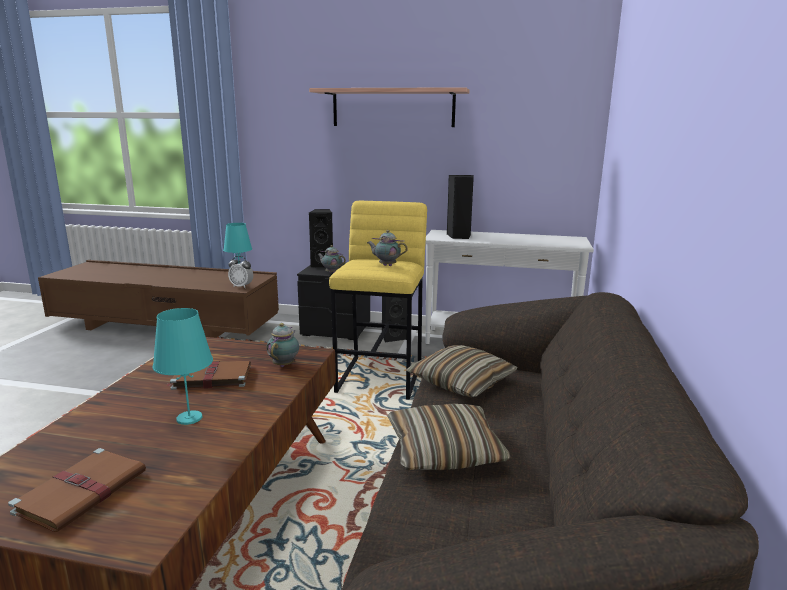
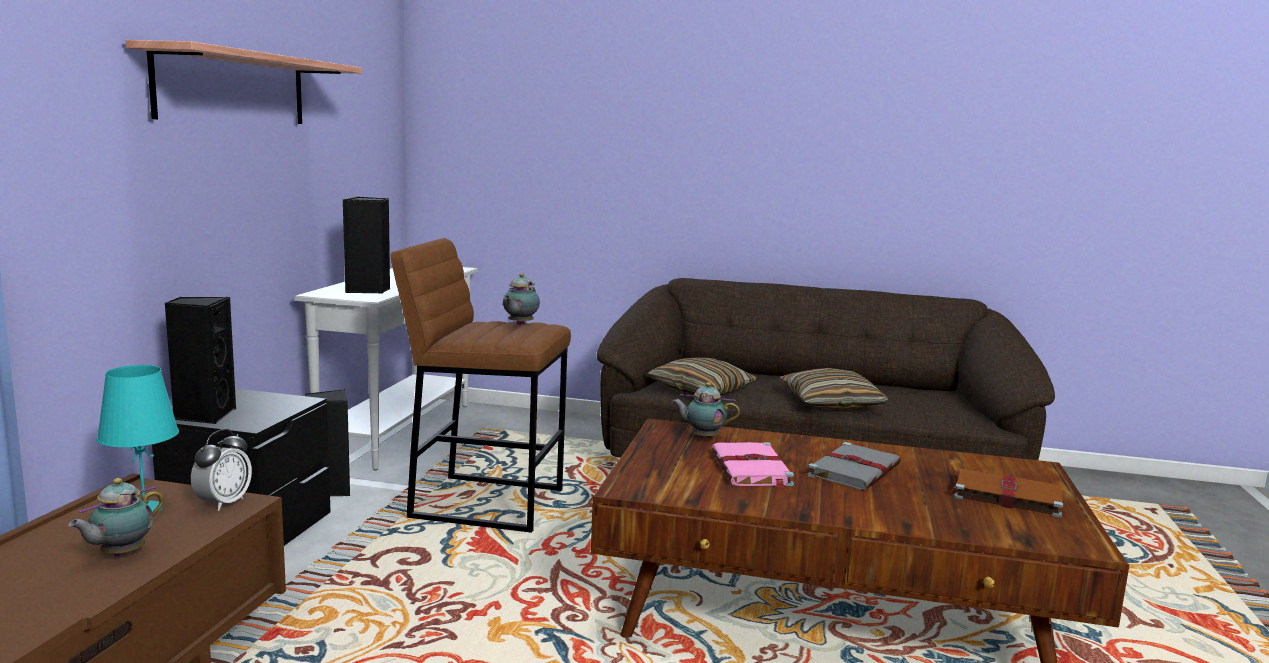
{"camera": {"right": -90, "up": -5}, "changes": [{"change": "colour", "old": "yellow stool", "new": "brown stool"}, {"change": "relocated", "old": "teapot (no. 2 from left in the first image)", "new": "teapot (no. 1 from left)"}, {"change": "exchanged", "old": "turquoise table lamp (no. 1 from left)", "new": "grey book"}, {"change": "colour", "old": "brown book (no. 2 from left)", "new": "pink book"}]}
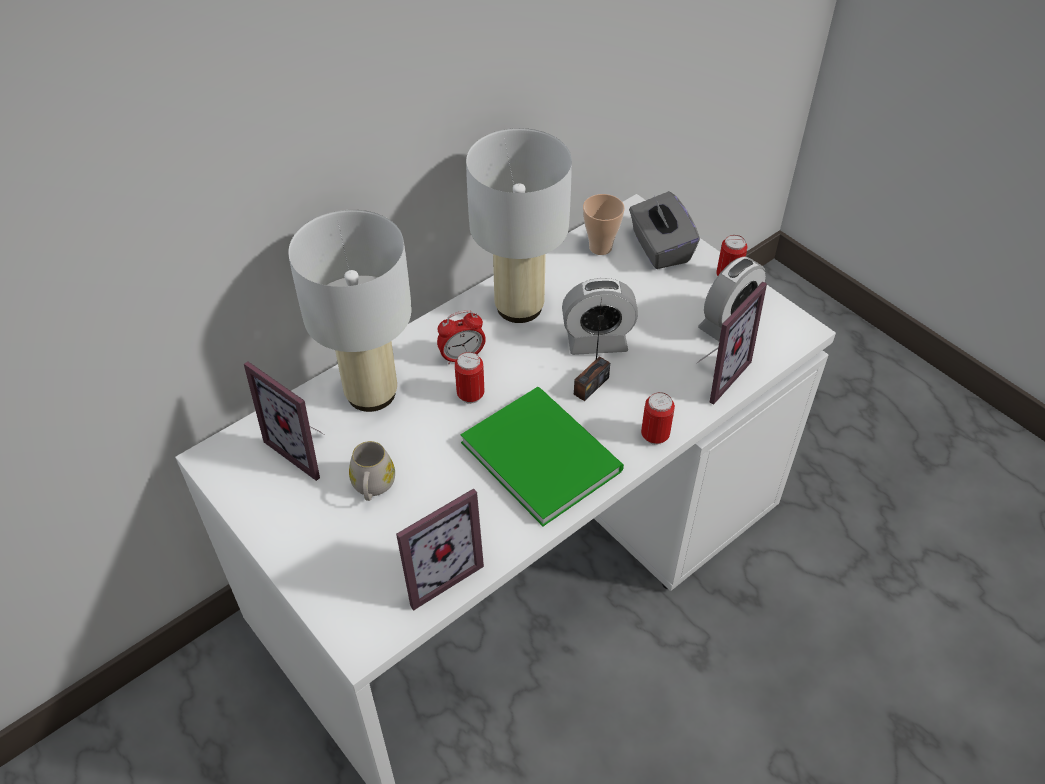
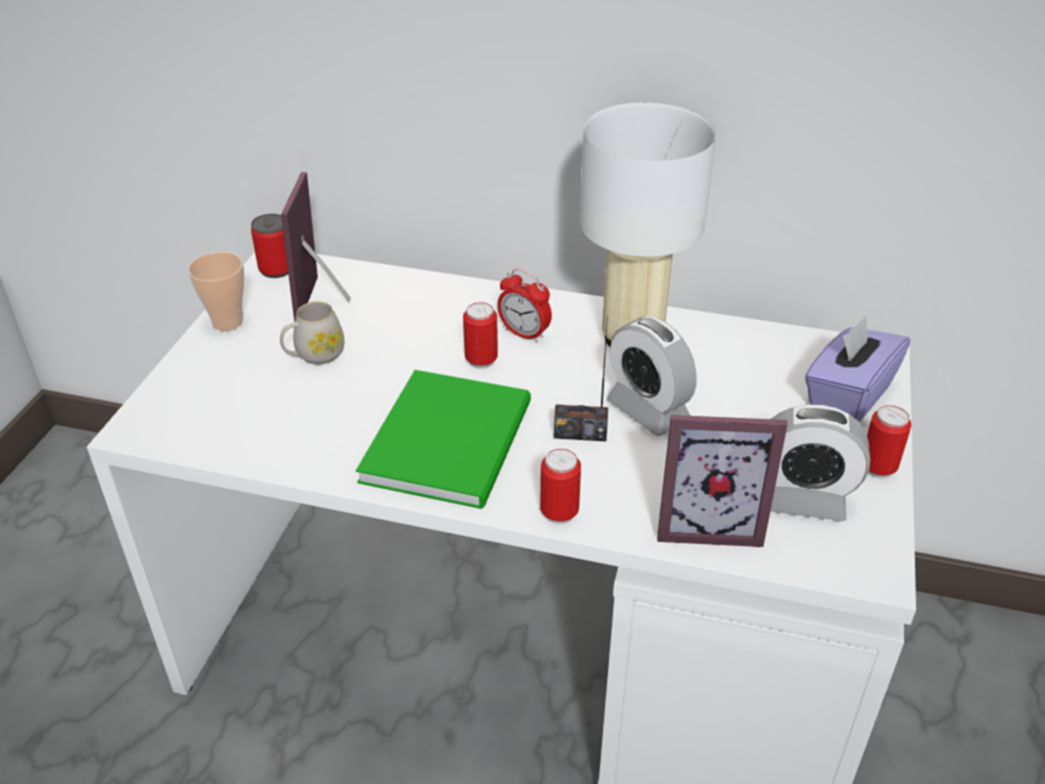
{"camera": {"right": 55, "up": -10}, "changes": [{"change": "colour", "old": "grey tissue box", "new": "purple tissue box"}, {"change": "relocated", "old": "cup"}, {"change": "missing", "old": "white table lamp (no. 1 from left)"}, {"change": "missing", "old": "picture frame (no. 2 from left)"}, {"change": "appeared", "new": "can (no. 1 from left)"}]}
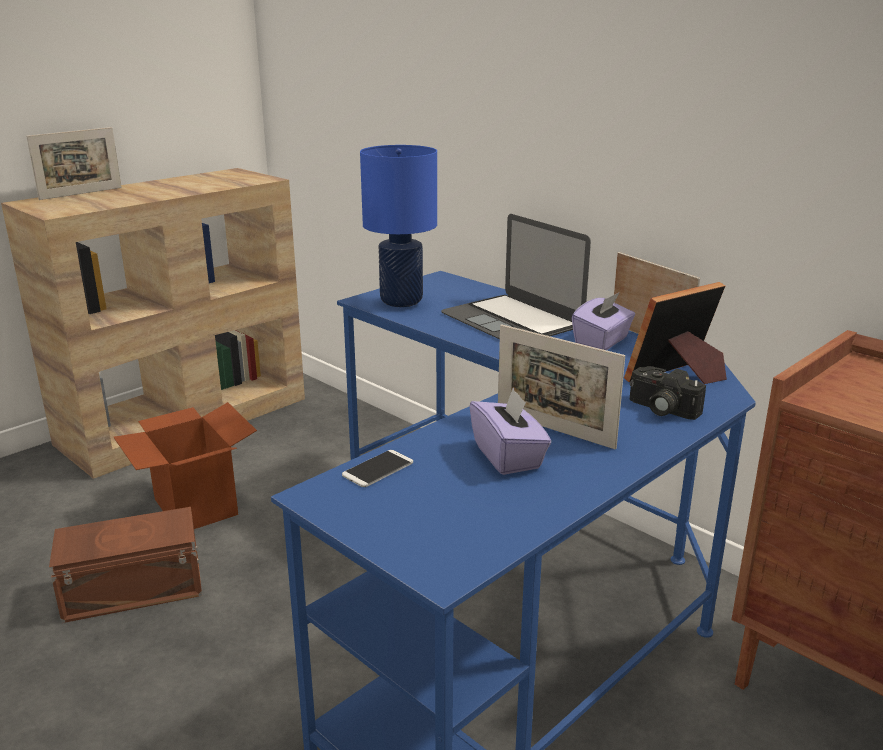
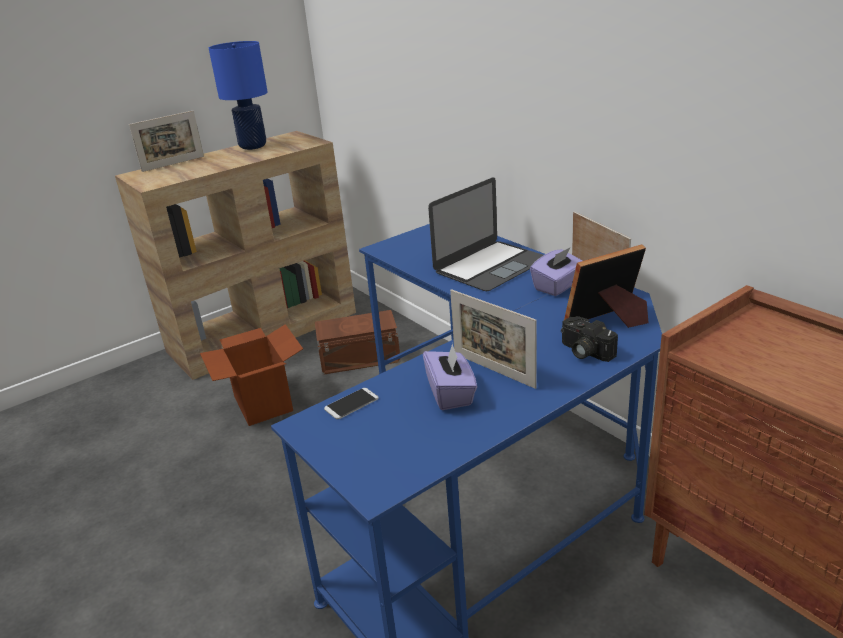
{"camera": {"right": 10, "up": 5}, "changes": [{"change": "relocated", "old": "blue table lamp"}, {"change": "spun", "old": "laptop", "degrees": -105}, {"change": "relocated", "old": "brown storage box"}]}
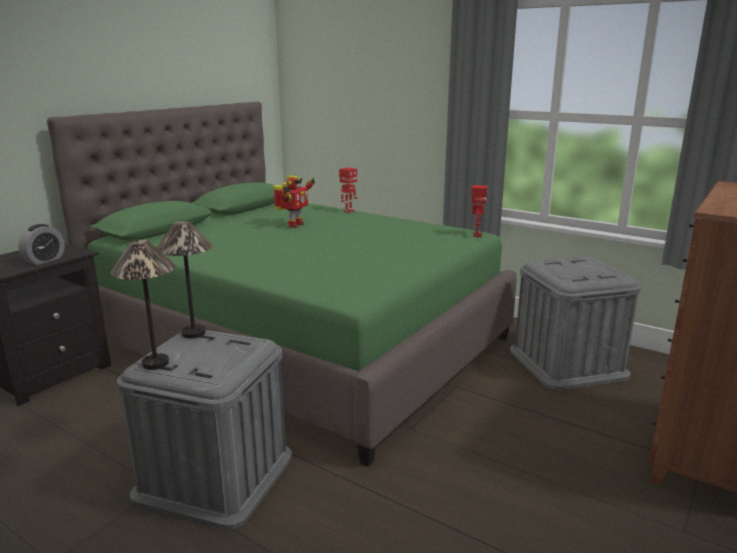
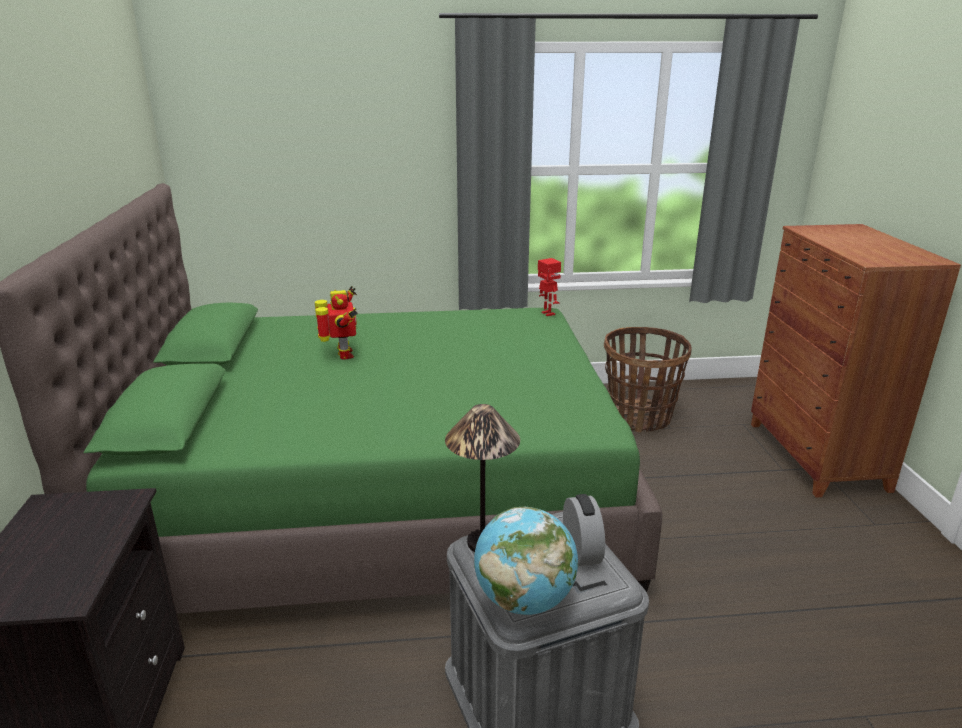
{"camera": {"right": -40, "up": 5}, "changes": [{"change": "missing", "old": "toy robot (no. 2 from left)"}, {"change": "relocated", "old": "alarm clock"}, {"change": "exchanged", "old": "table lamp (no. 1 from left)", "new": "globe"}, {"change": "exchanged", "old": "grey storage box (no. 2 from left)", "new": "basket"}]}
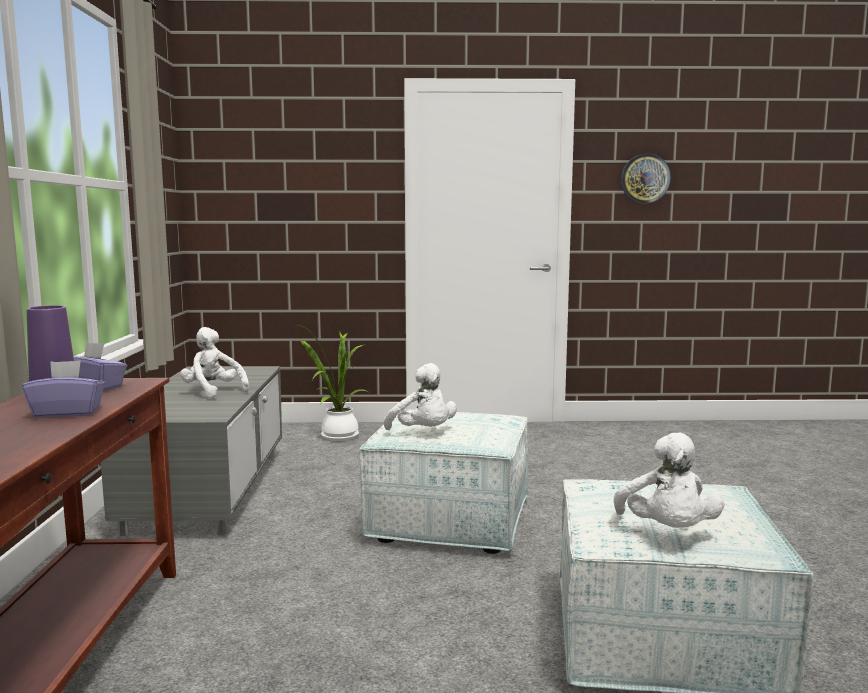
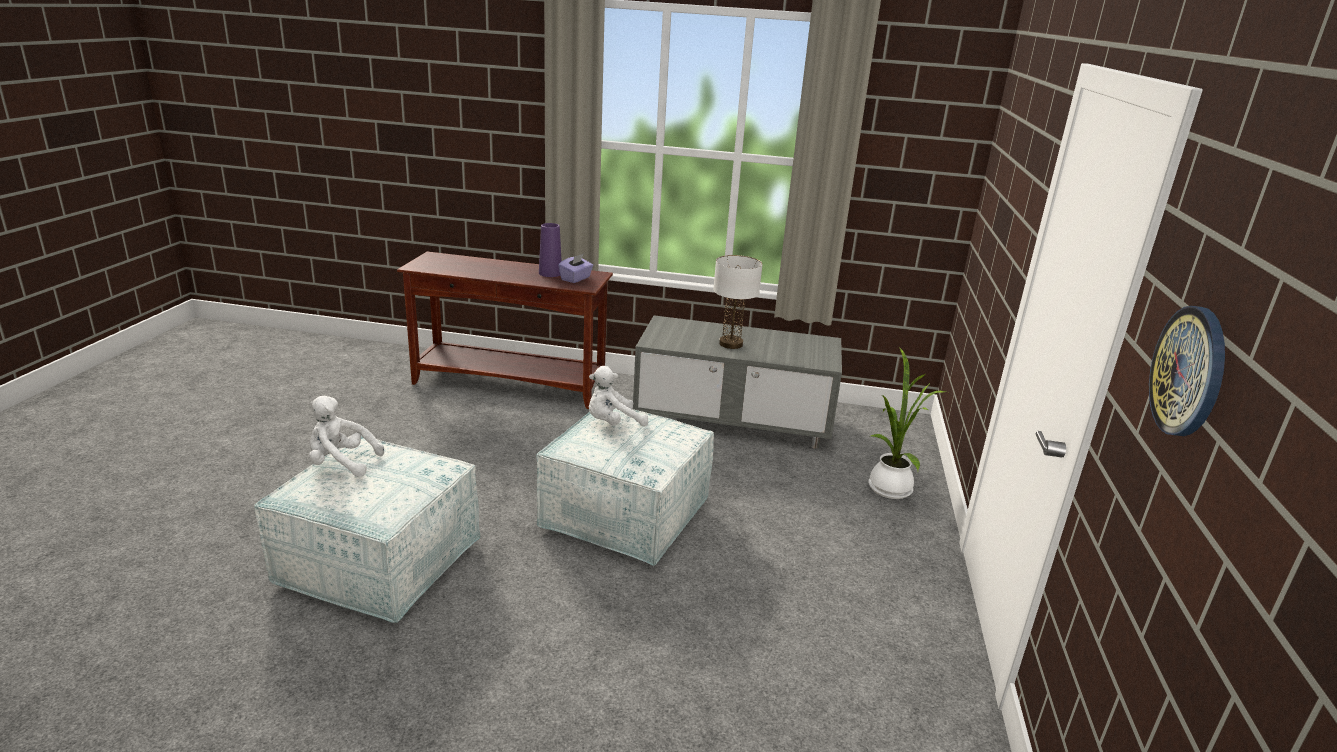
{"camera": {"right": 100, "up": 15}, "changes": [{"change": "exchanged", "old": "white plush toy (no. 1 from left)", "new": "table lamp"}, {"change": "missing", "old": "purple tissue box (no. 1 from left)"}]}
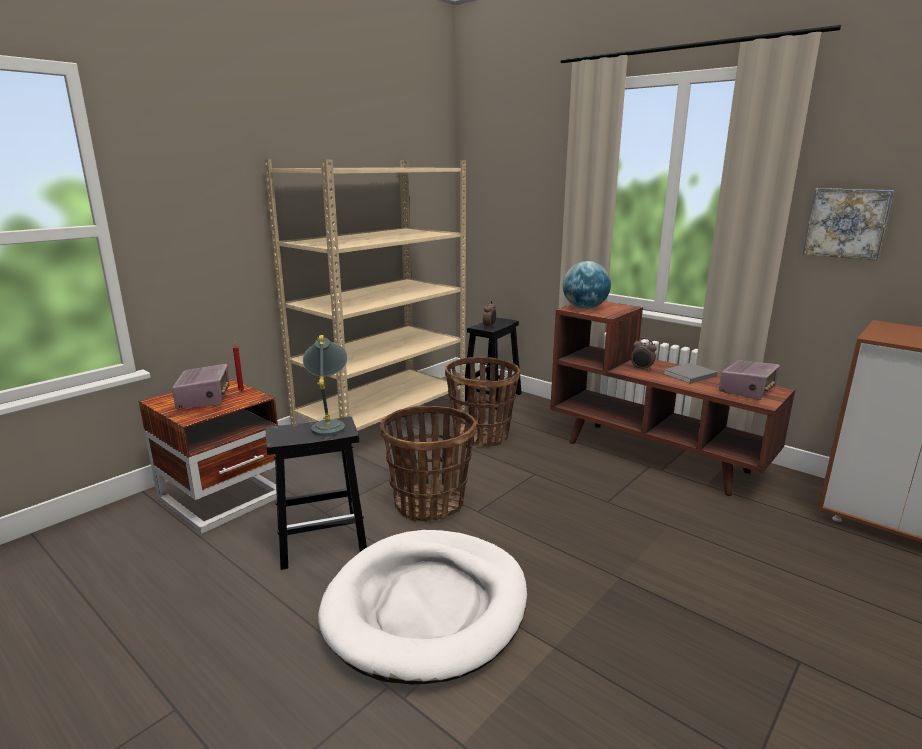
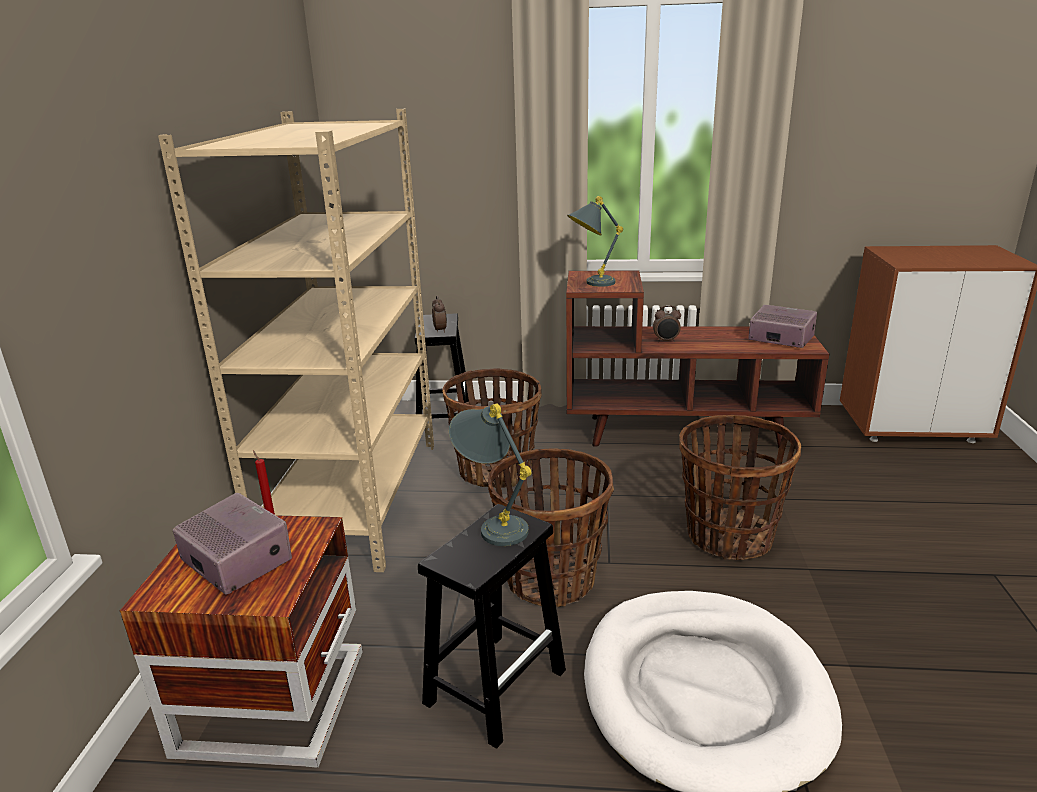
{"camera": {"right": -35, "up": 5}, "changes": [{"change": "missing", "old": "picture"}, {"change": "exchanged", "old": "globe", "new": "grey table lamp (no. 2 from left)"}, {"change": "spun", "old": "radio (no. 2 from left)", "degrees": -60}, {"change": "missing", "old": "grey book"}, {"change": "appeared", "new": "basket (no. 3 from left)"}]}
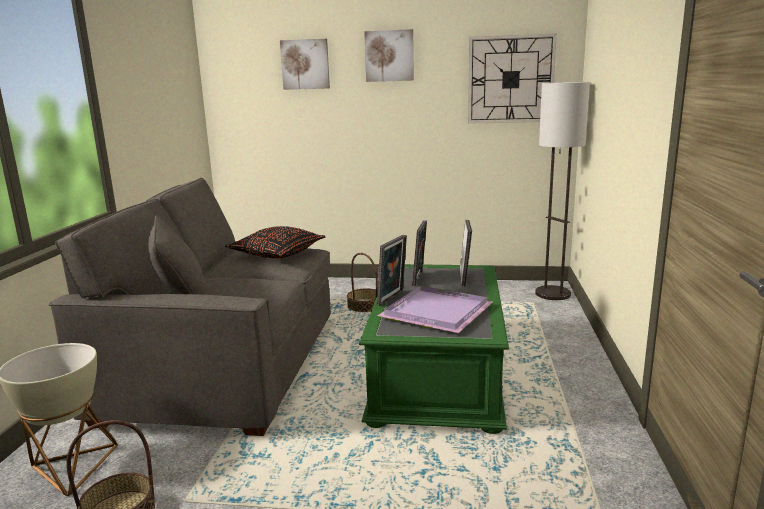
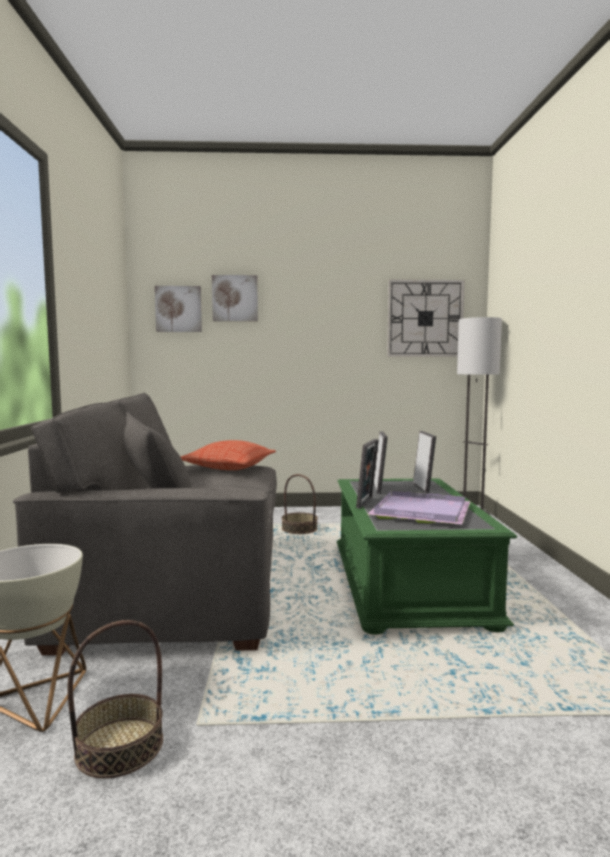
{"camera": {"right": -10, "up": -10}, "changes": [{"change": "relocated", "old": "picture (no. 2 from left in the first image)", "new": "picture (no. 1 from left)"}, {"change": "colour", "old": "black pillow", "new": "orange pillow"}]}
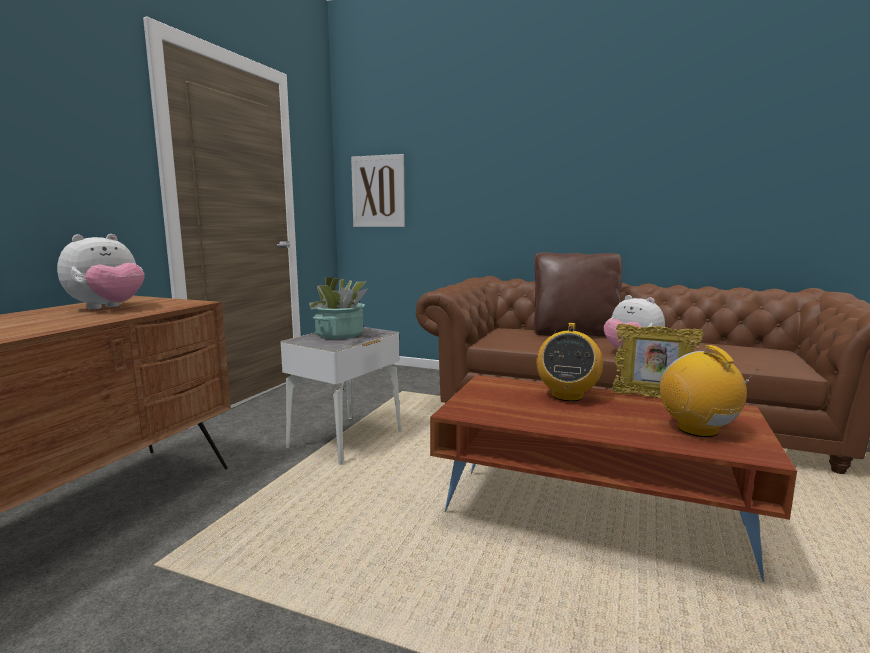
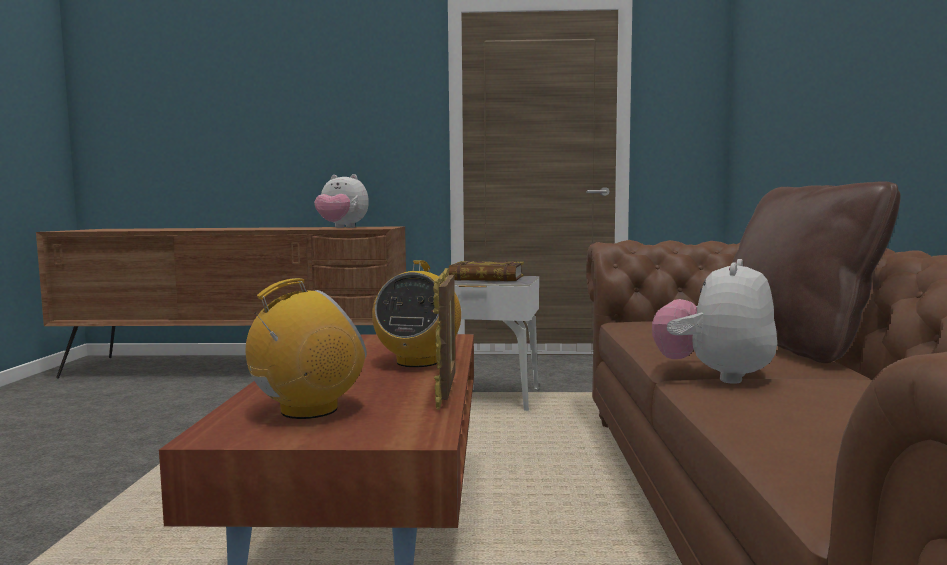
{"camera": {"right": 70, "up": -5}, "changes": [{"change": "missing", "old": "picture"}, {"change": "exchanged", "old": "potted plant", "new": "book"}, {"change": "spun", "old": "radio (no. 1 from left in the first image)", "degrees": -75}]}
